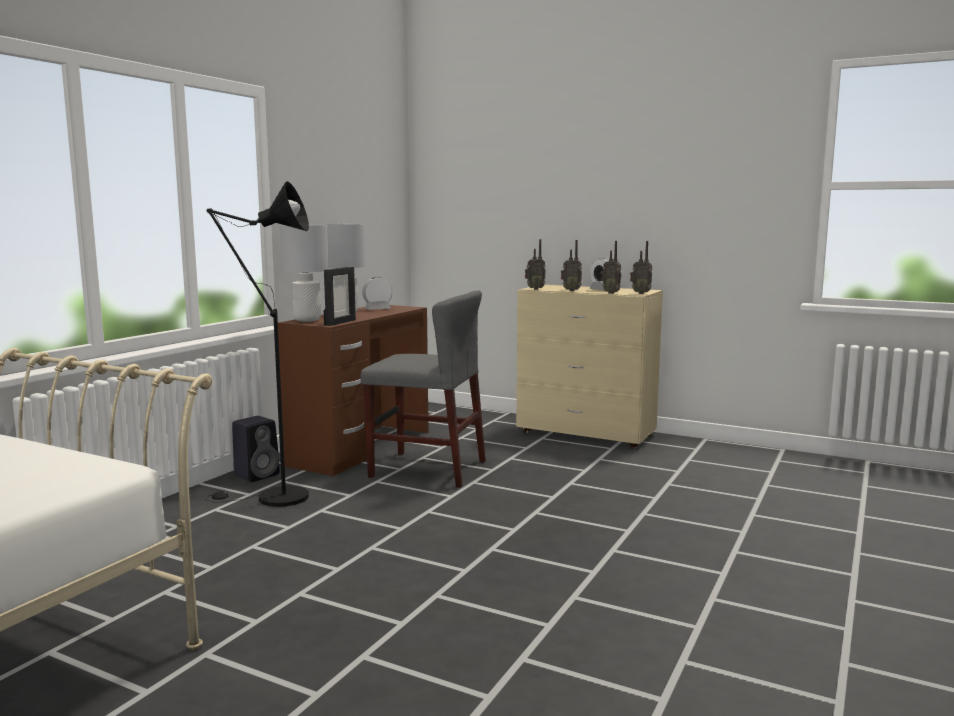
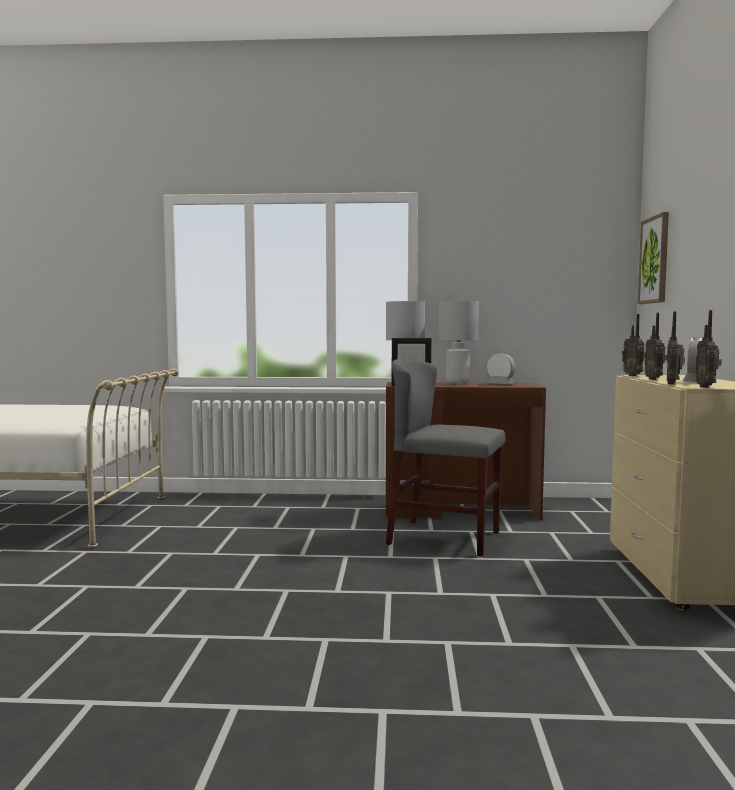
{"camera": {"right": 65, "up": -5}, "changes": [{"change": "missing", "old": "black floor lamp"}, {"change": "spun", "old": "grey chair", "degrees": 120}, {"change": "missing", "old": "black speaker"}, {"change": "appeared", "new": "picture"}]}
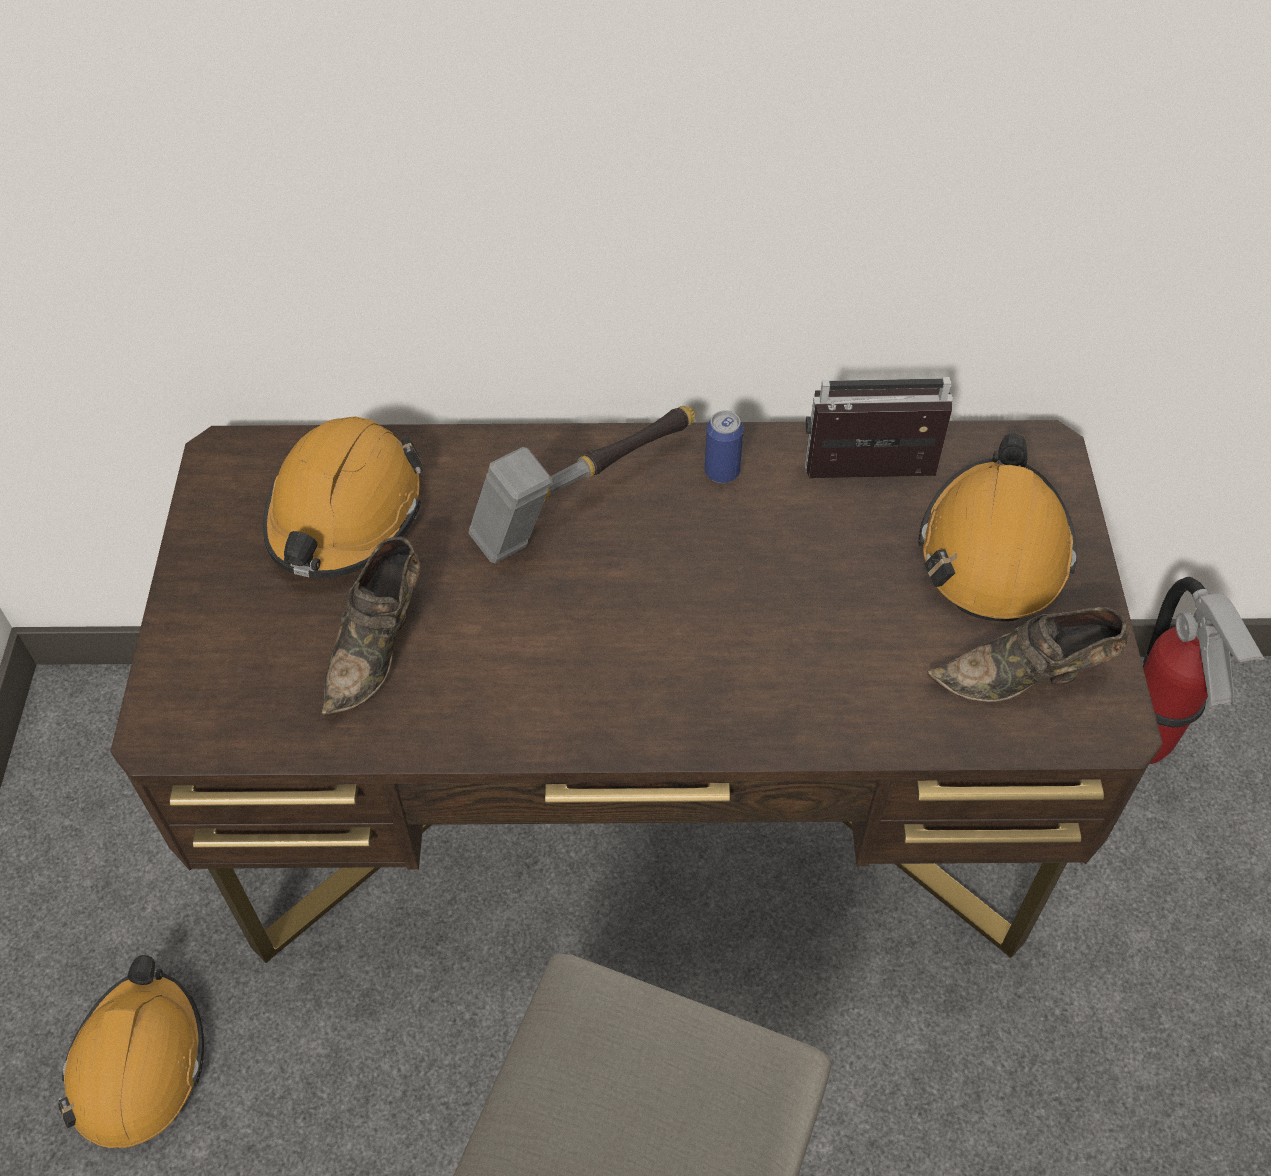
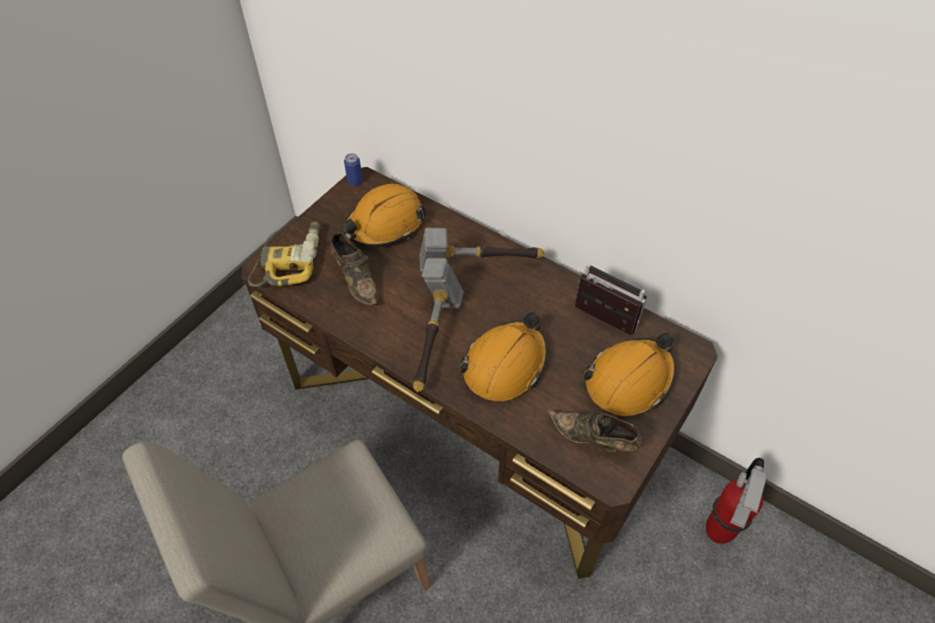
{"camera": {"right": 35, "up": 0}, "changes": [{"change": "relocated", "old": "can"}, {"change": "spun", "old": "brown shoe (no. 1 from left)", "degrees": -90}, {"change": "relocated", "old": "orange hard hat (no. 1 from left in the first image)", "new": "orange hard hat (no. 2 from left)"}, {"change": "appeared", "new": "power drill"}, {"change": "appeared", "new": "hammer (no. 1 from left)"}]}
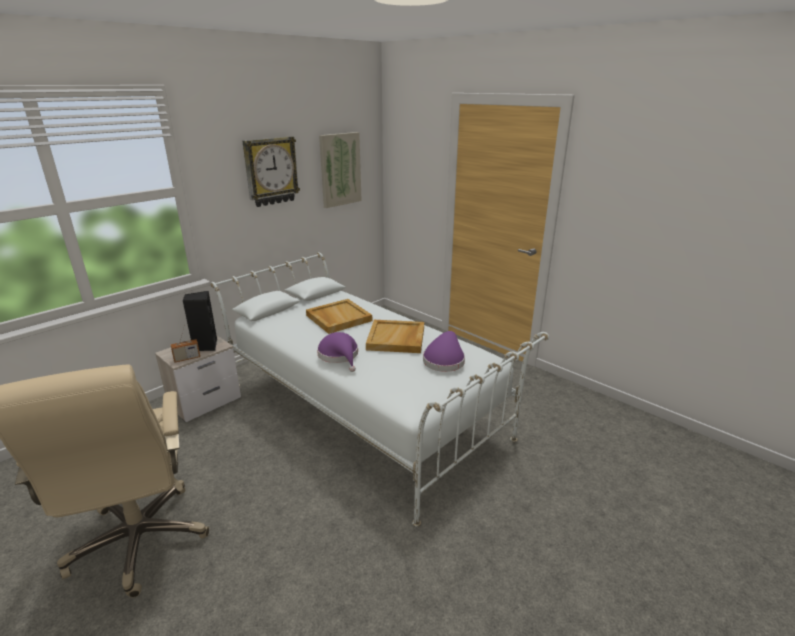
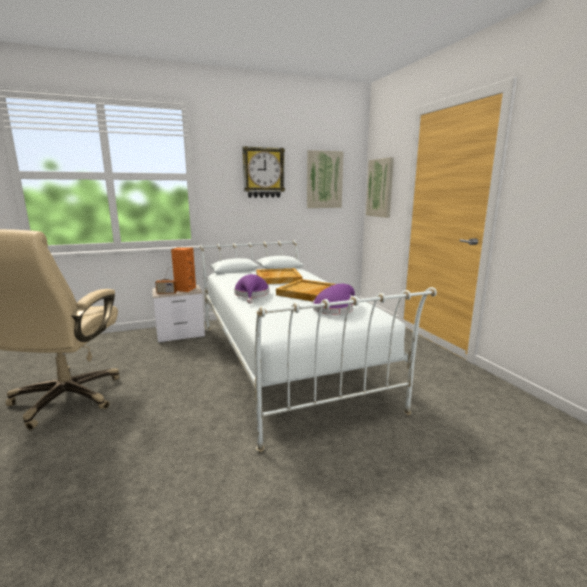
{"camera": {"right": 25, "up": -10}, "changes": [{"change": "colour", "old": "black speaker", "new": "orange speaker"}, {"change": "appeared", "new": "picture (no. 2 from left)"}]}
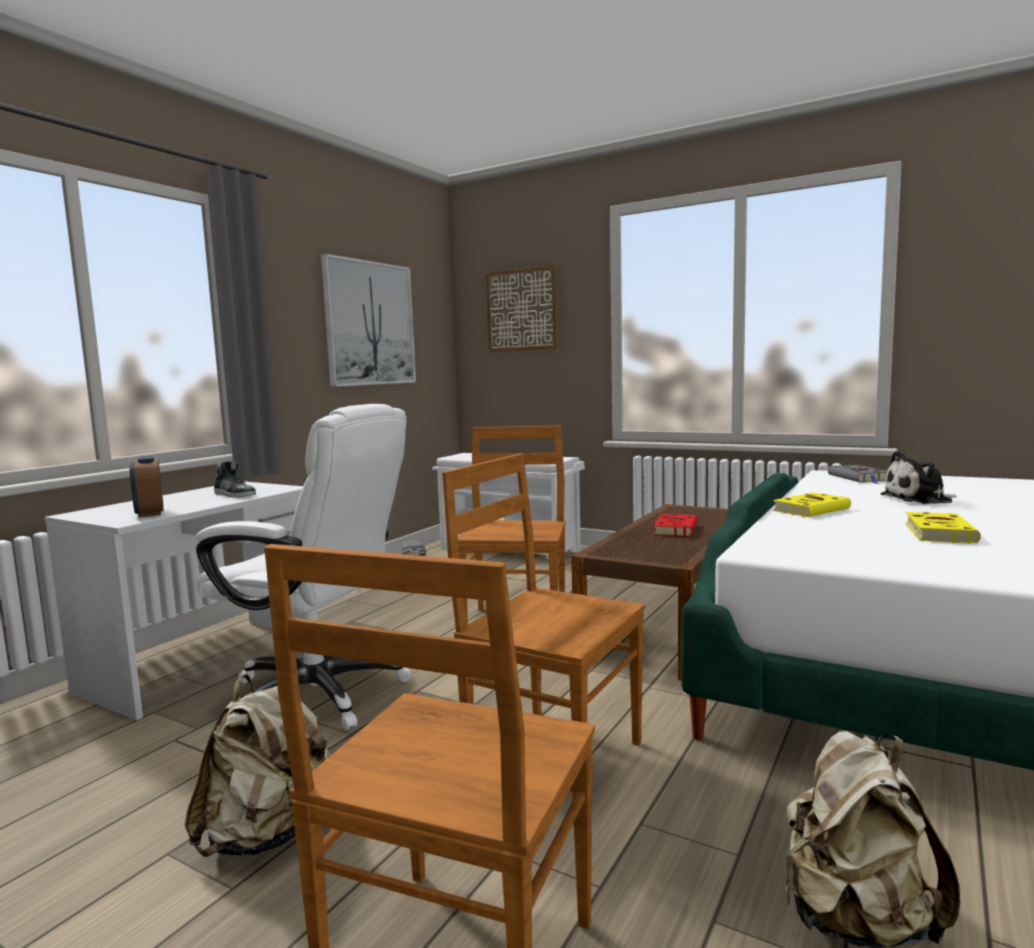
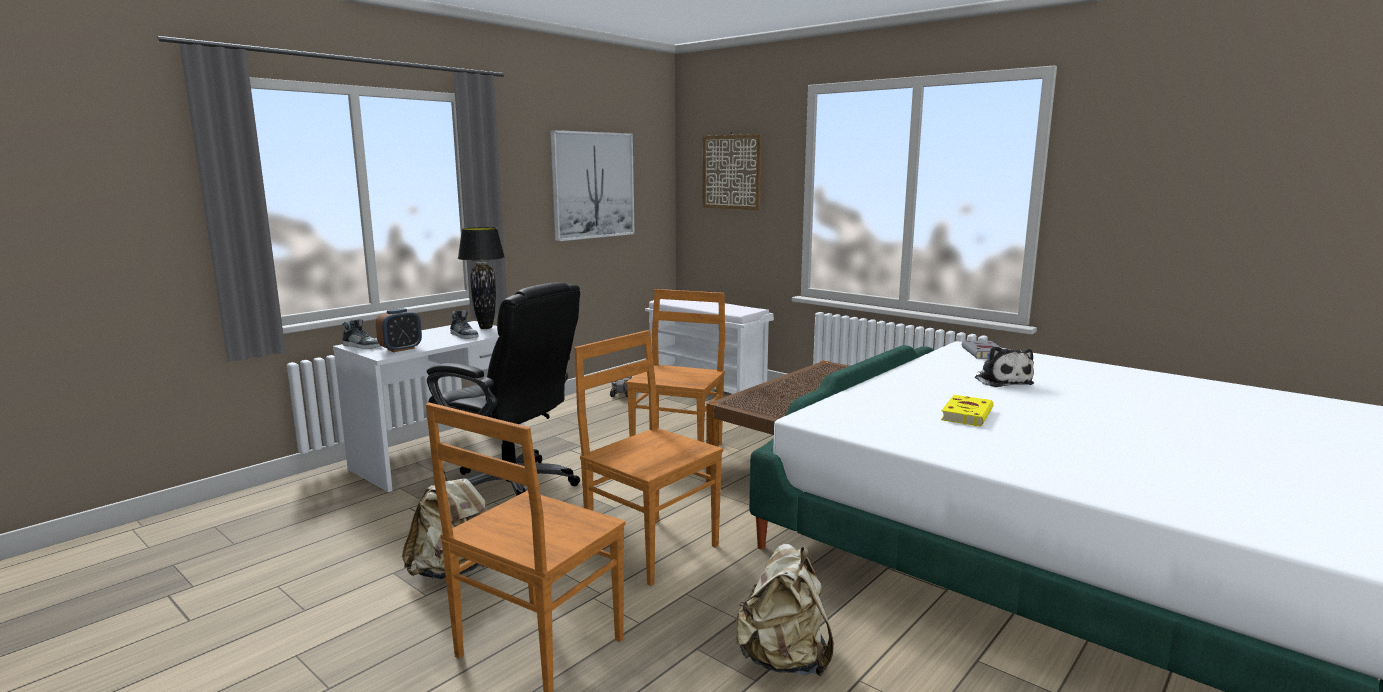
{"camera": {"right": 10, "up": 5}, "changes": [{"change": "colour", "old": "white office chair", "new": "black office chair"}, {"change": "spun", "old": "plush toy", "degrees": -105}, {"change": "spun", "old": "alarm clock", "degrees": -120}, {"change": "missing", "old": "yellow book (no. 1 from left)"}, {"change": "missing", "old": "red book"}, {"change": "appeared", "new": "black table lamp"}, {"change": "appeared", "new": "shoe (no. 1 from left)"}]}
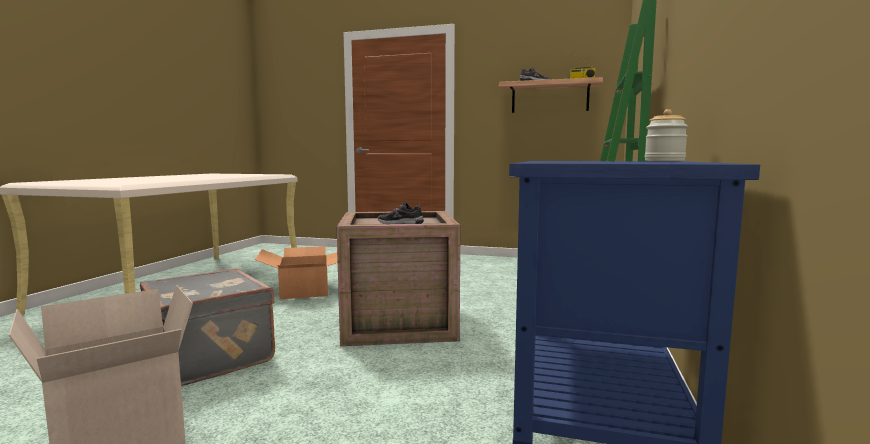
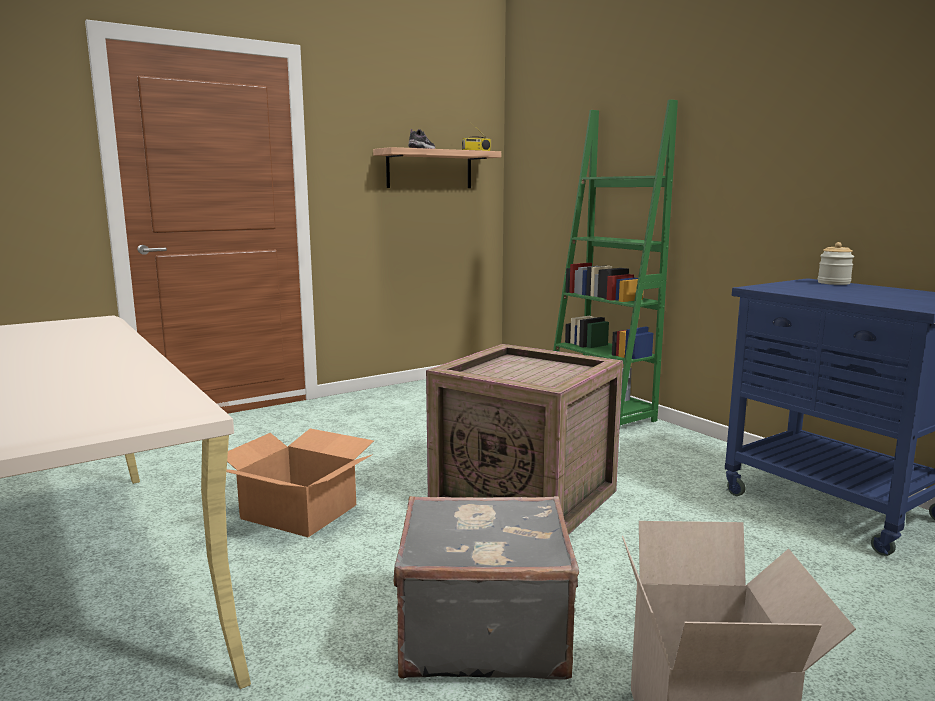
{"camera": {"right": -50, "up": 5}, "changes": [{"change": "missing", "old": "shoe (no. 1 from left)"}]}
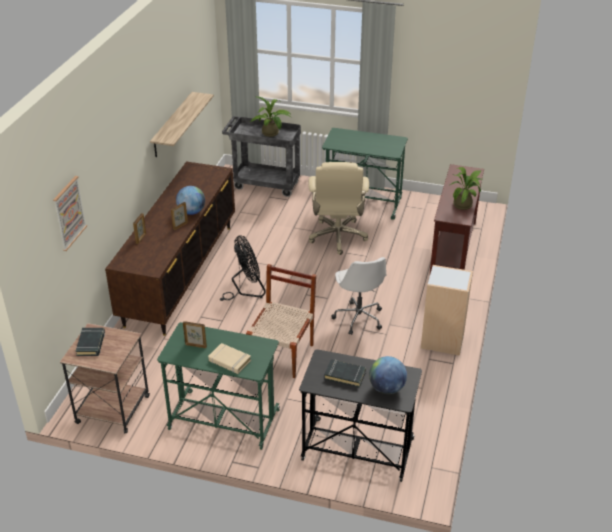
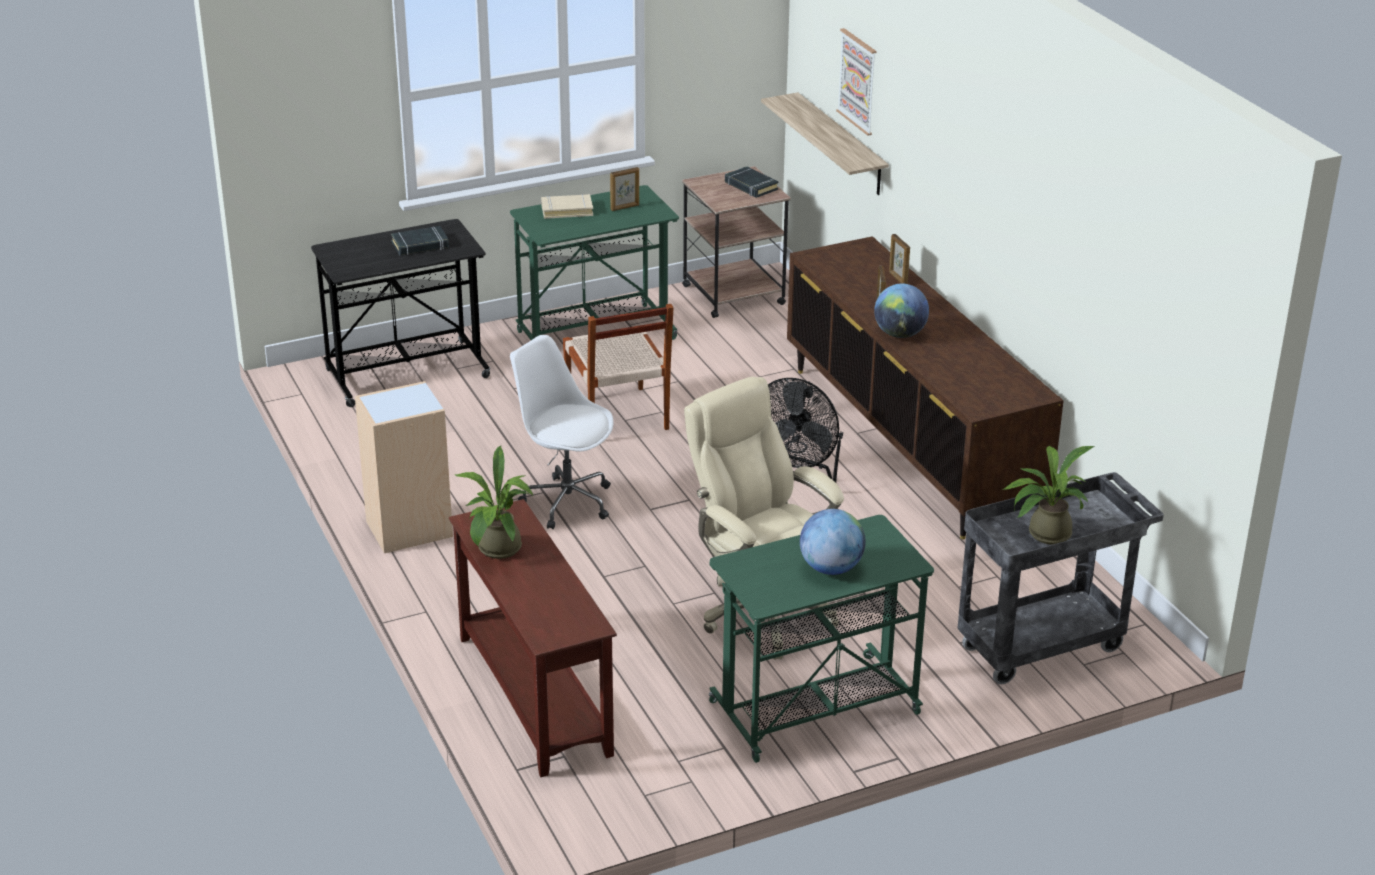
{"camera": {"right": 140, "up": -5}, "changes": [{"change": "relocated", "old": "shelf"}, {"change": "relocated", "old": "globe (no. 2 from left in the first image)", "new": "globe (no. 1 from left)"}]}
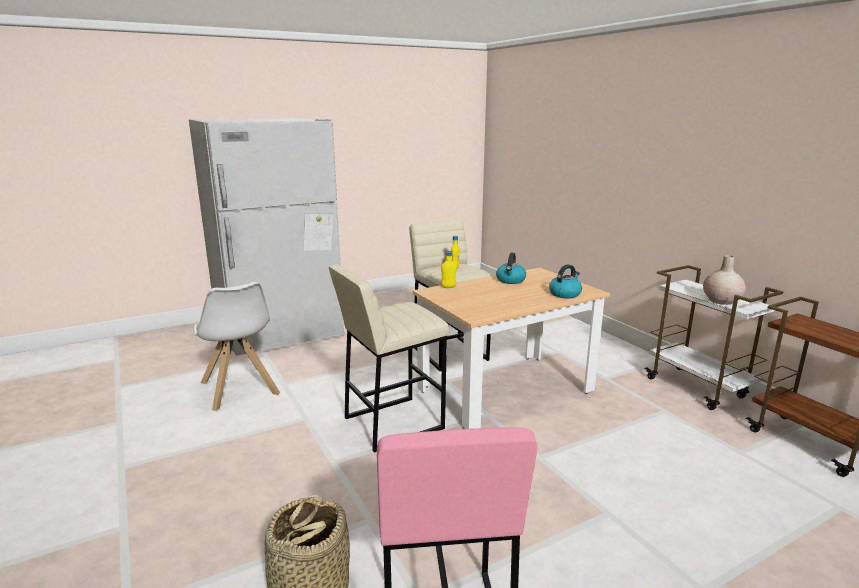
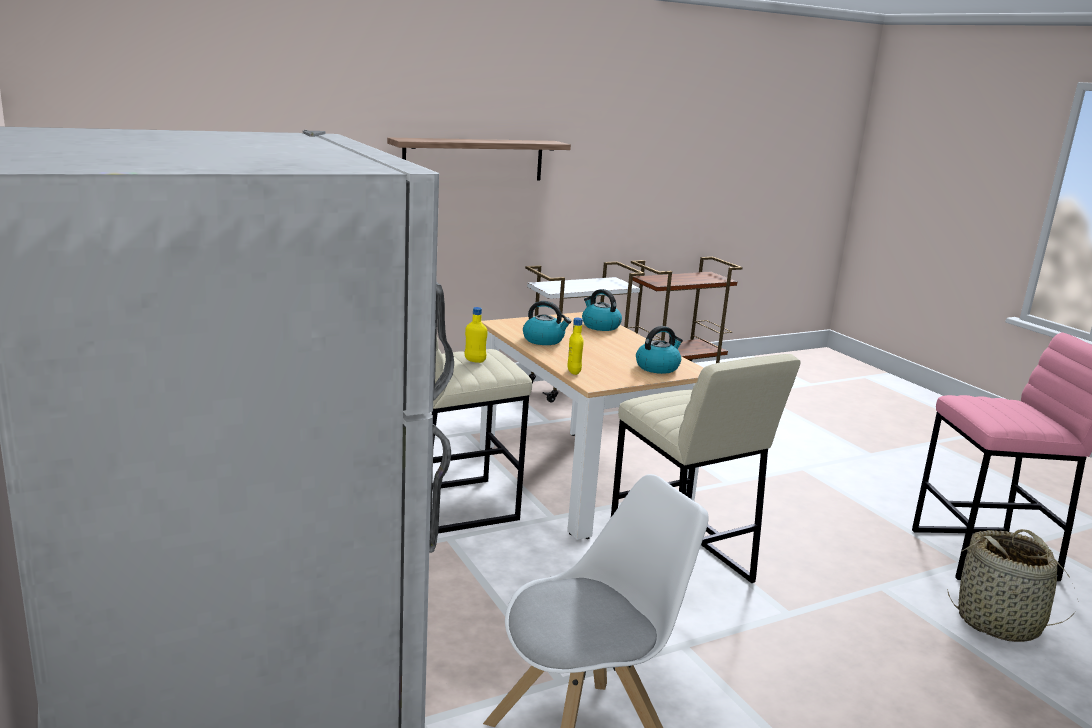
{"camera": {"right": -90, "up": 0}, "changes": [{"change": "missing", "old": "beige vase"}, {"change": "appeared", "new": "shelf"}, {"change": "appeared", "new": "kettle (no. 3 from left)"}]}
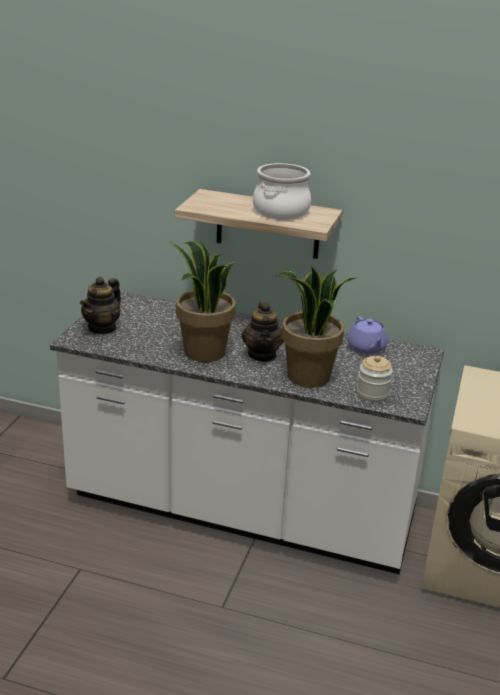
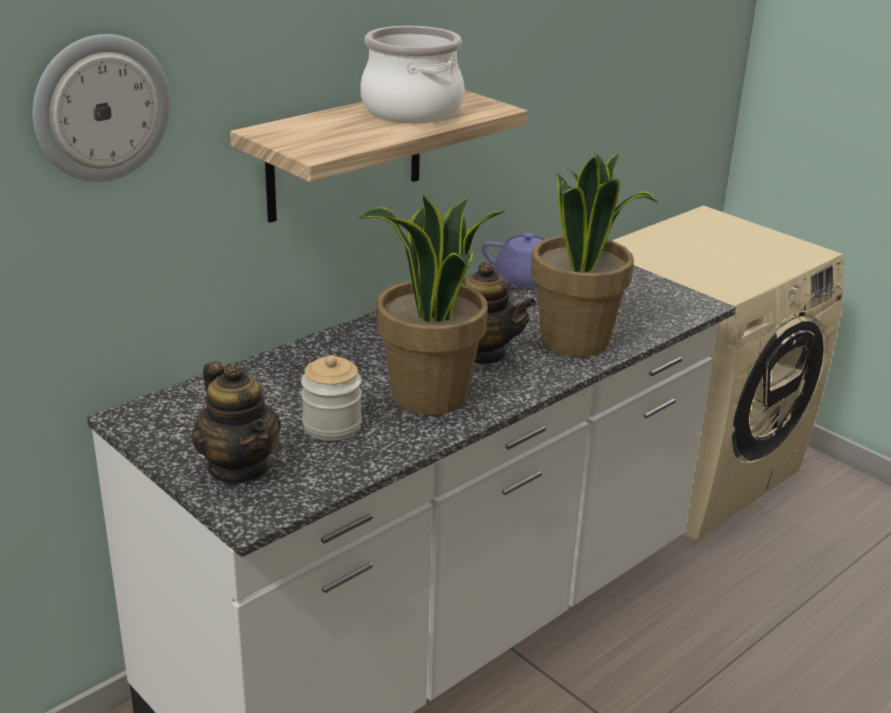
{"camera": {"right": -60, "up": 0}, "changes": [{"change": "relocated", "old": "jar"}, {"change": "appeared", "new": "wall clock"}]}
